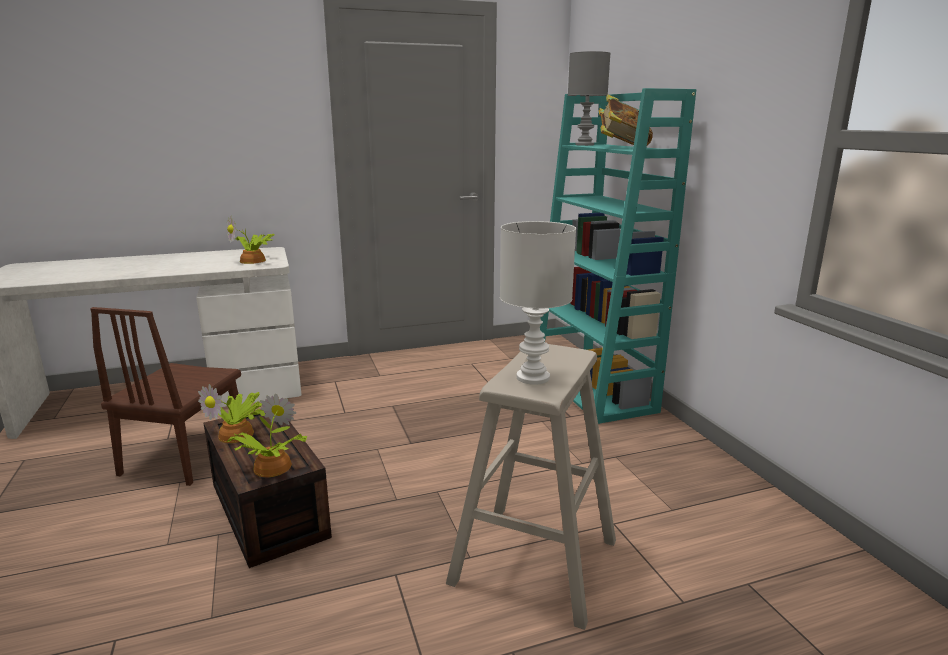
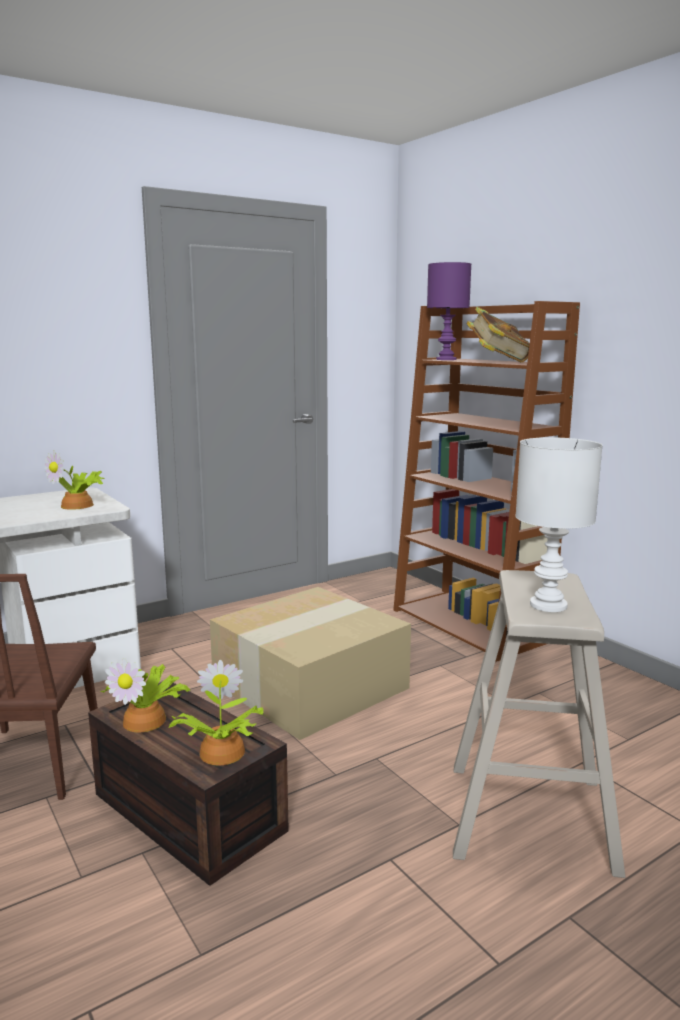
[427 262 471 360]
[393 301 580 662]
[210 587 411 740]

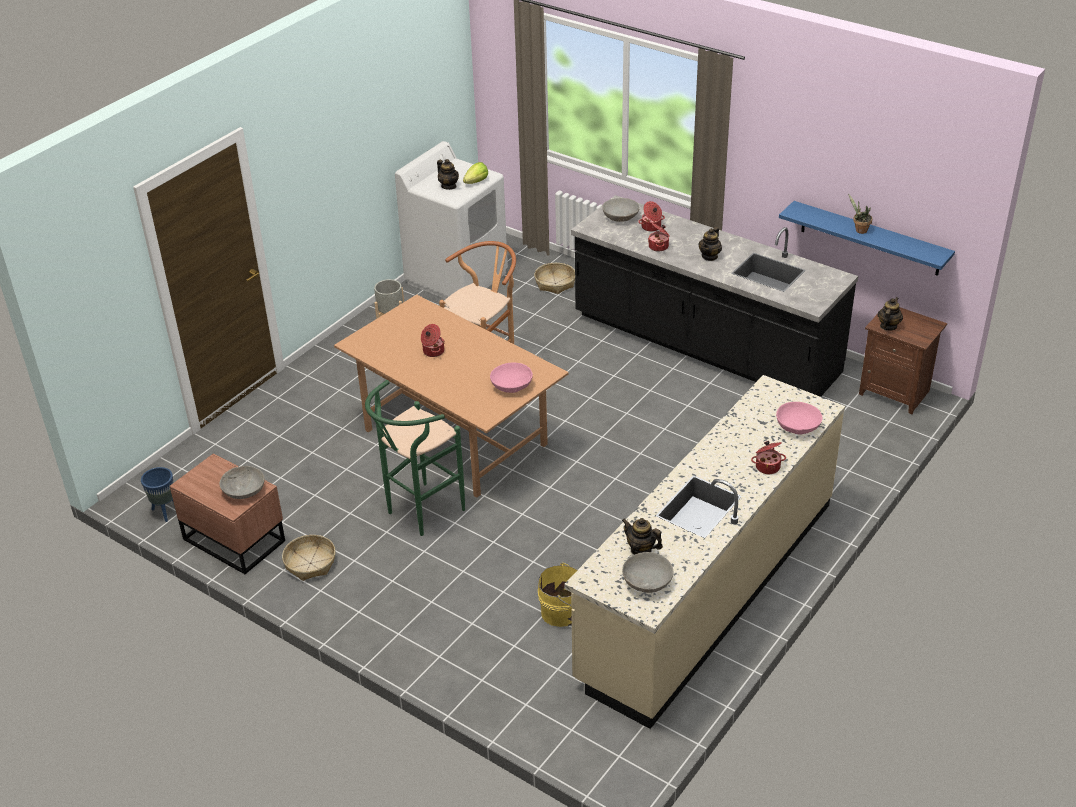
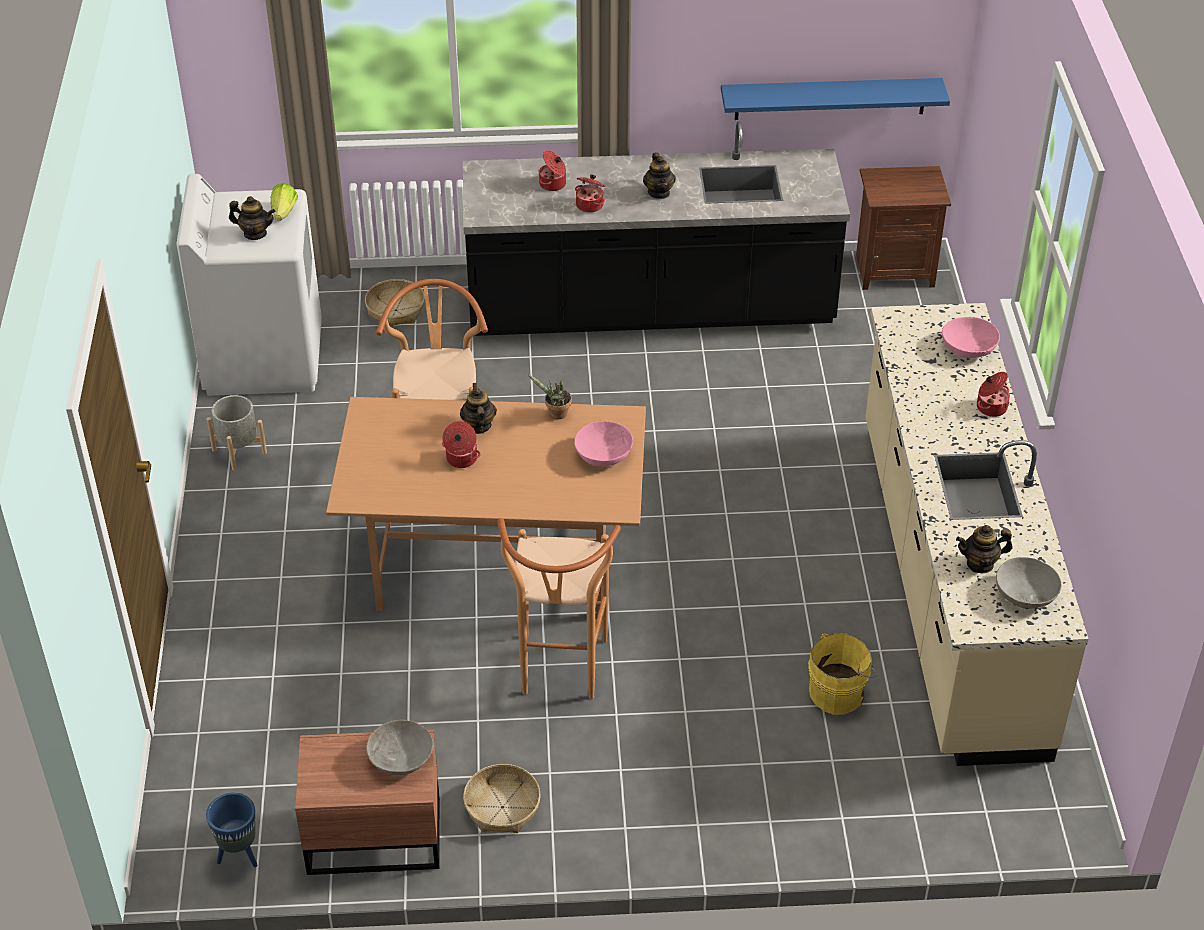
[528 374 572 419]
[602 198 640 222] (first image)
[460 383 497 434]
[497 518 621 699]

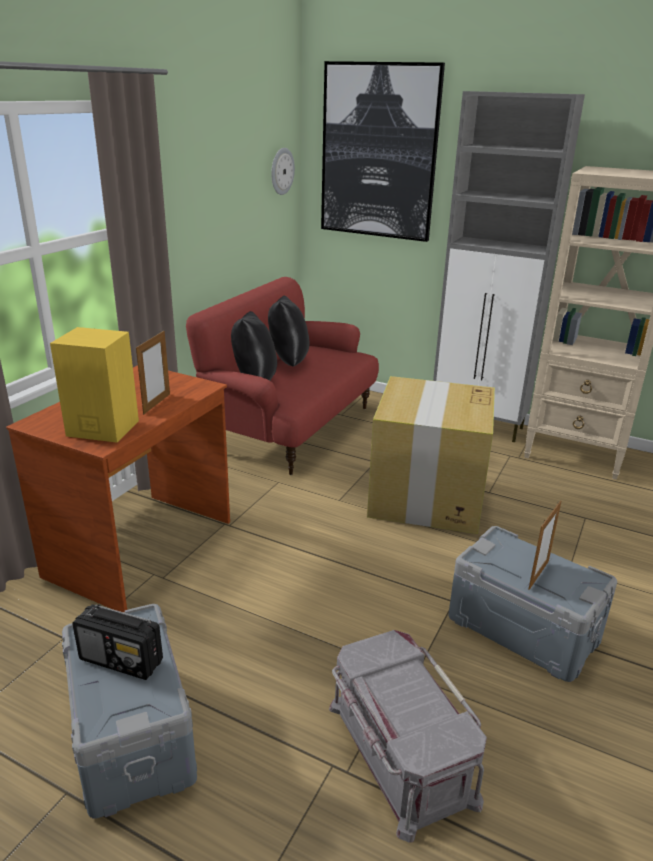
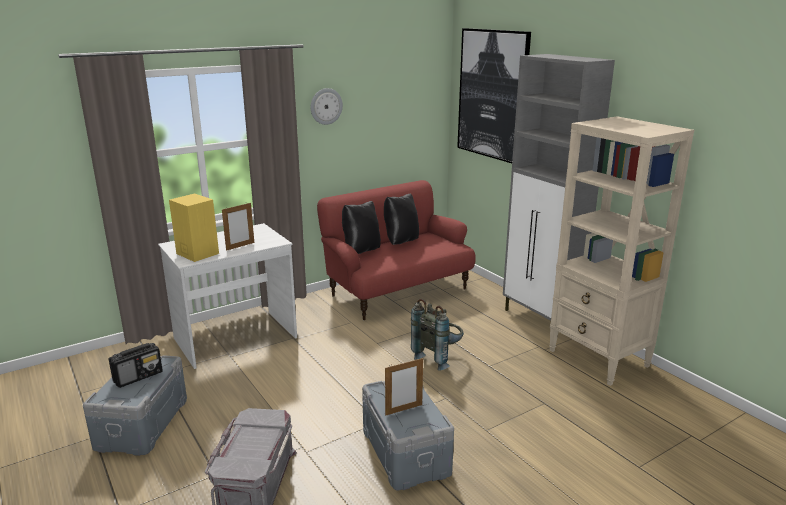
[311 88 343 125]
[158 223 297 369]
[411 299 464 371]
[109 343 163 388]

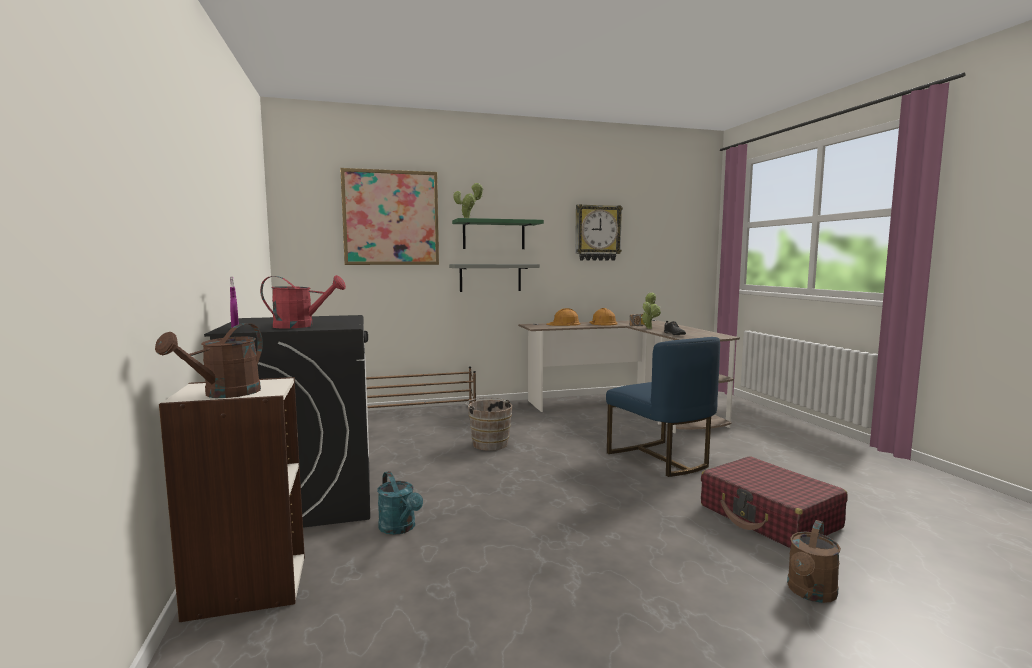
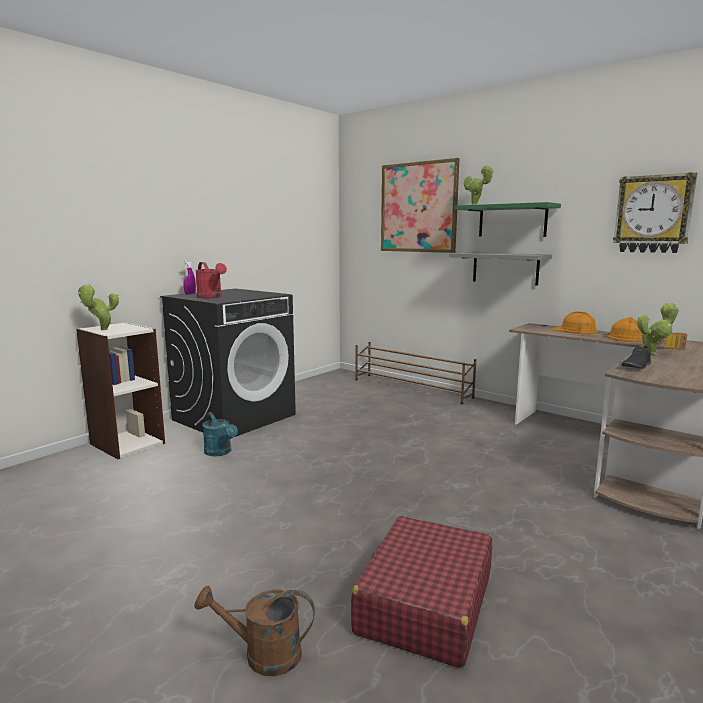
[78 284 119 330]
[606 337 720 477] (first image)
[465 398 512 451] (first image)
[202 412 238 456]

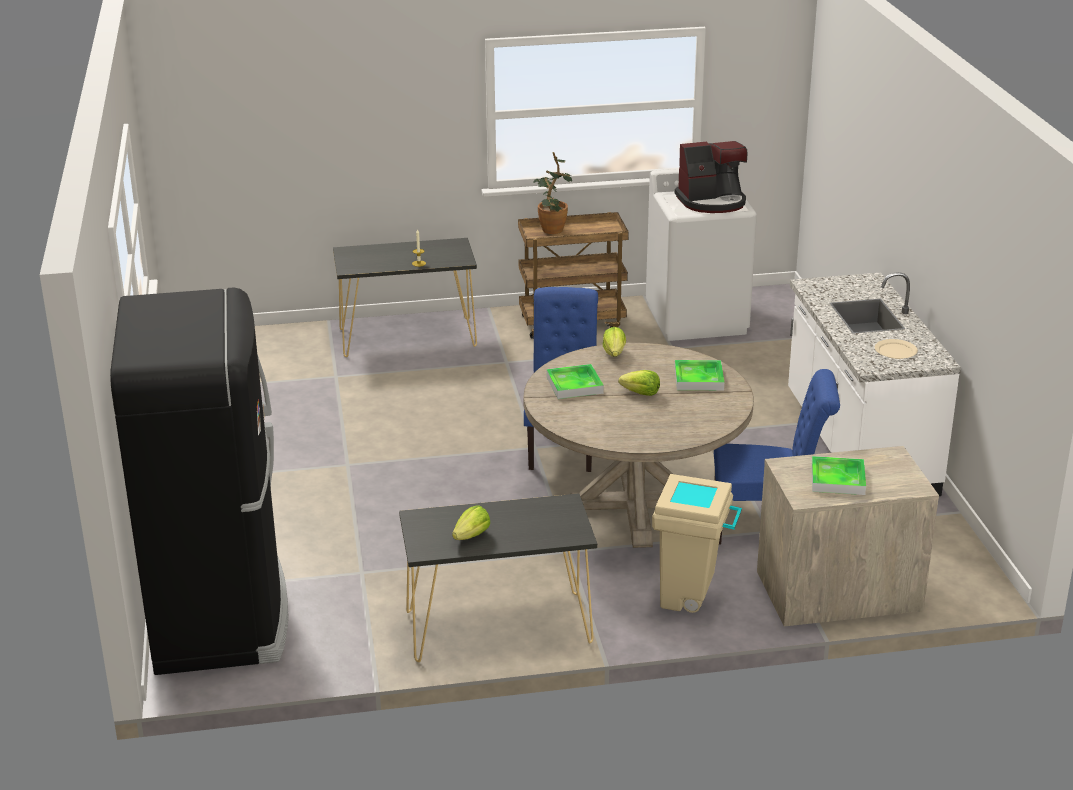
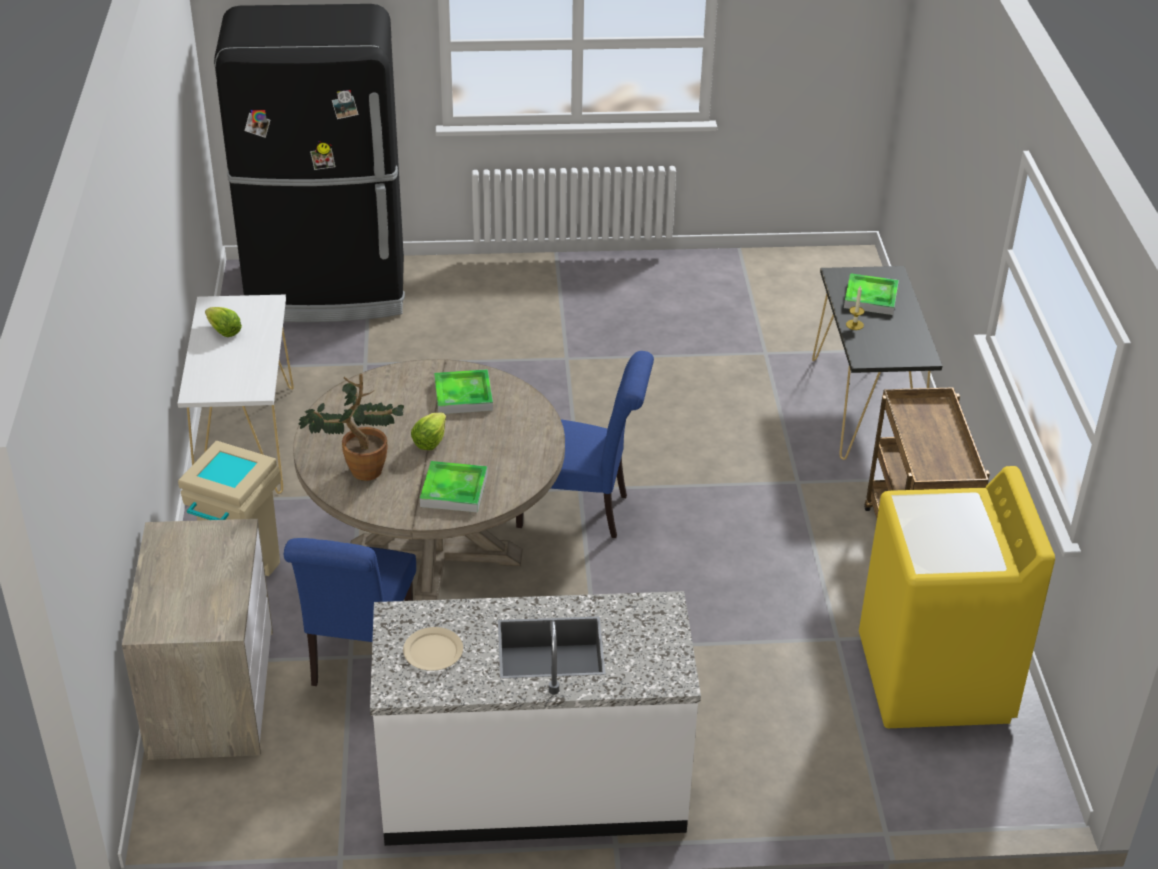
[675 141 747 213] (first image)
[298 374 404 481]
[859 466 1055 728]
[603 327 626 357] (first image)
[844 273 899 315]
[178 295 294 494]

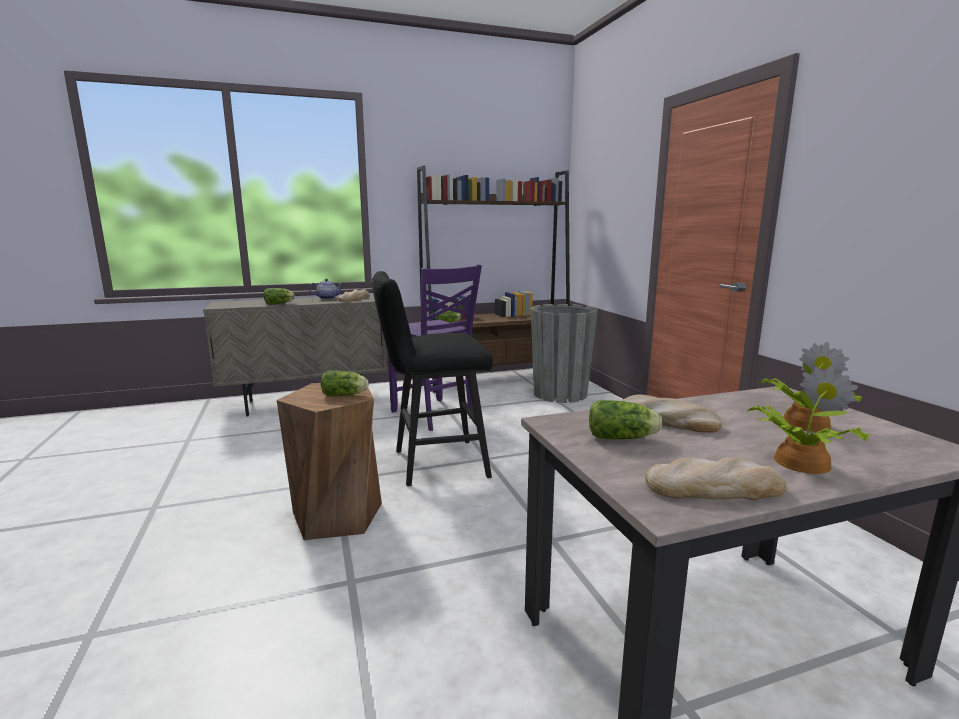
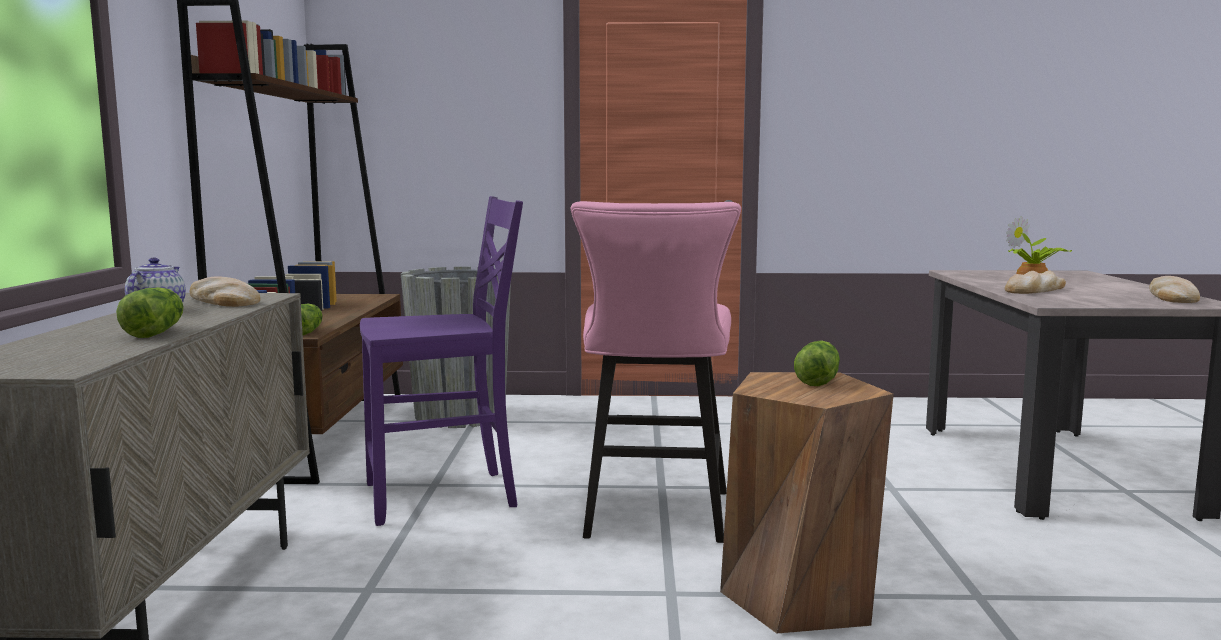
[571 201 741 543]
[746 366 870 474] (first image)
[589 400 662 440] (first image)

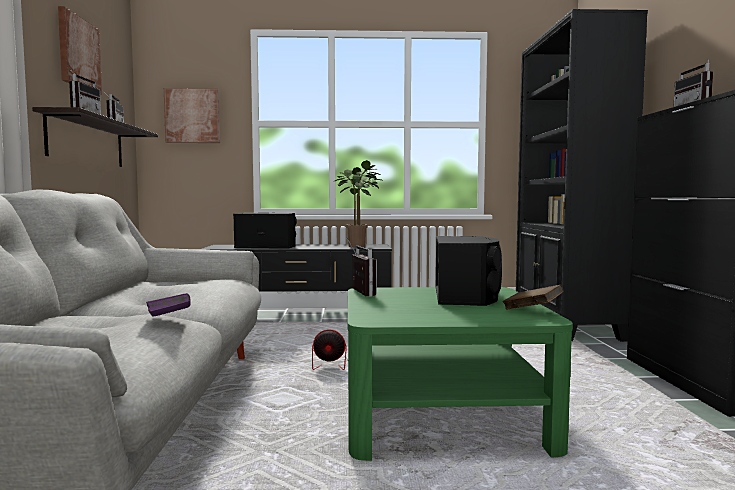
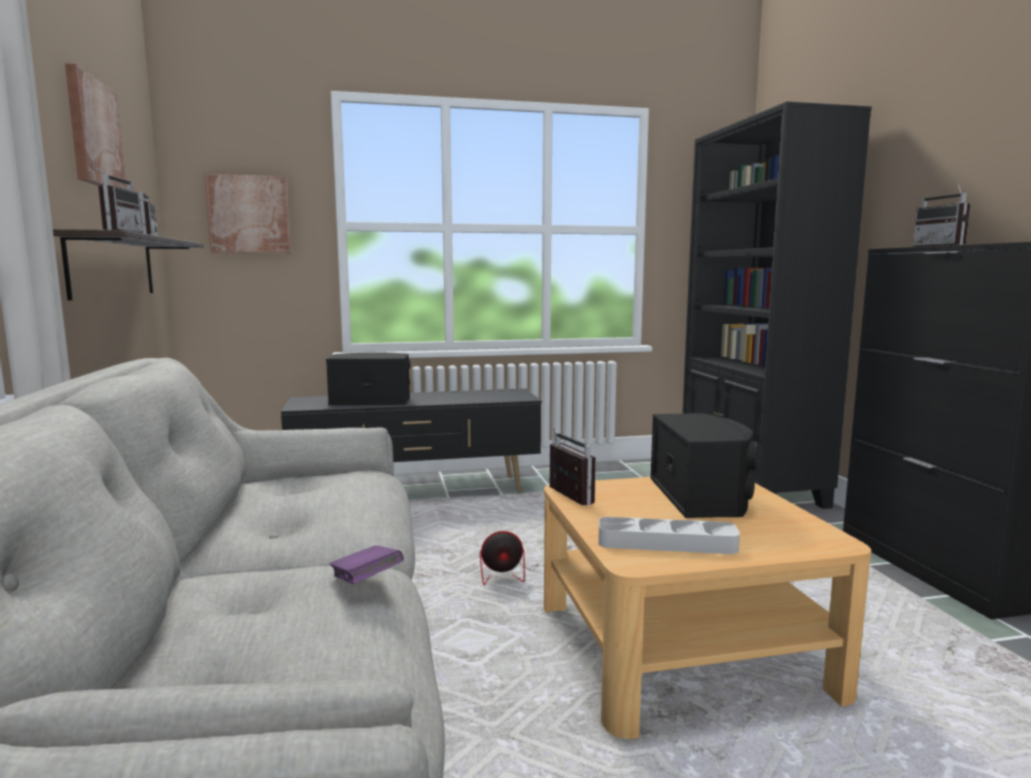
[333 160 381 247] (first image)
[502 285 563 310] (first image)
[544 477 871 739]
[599 517 740 554]

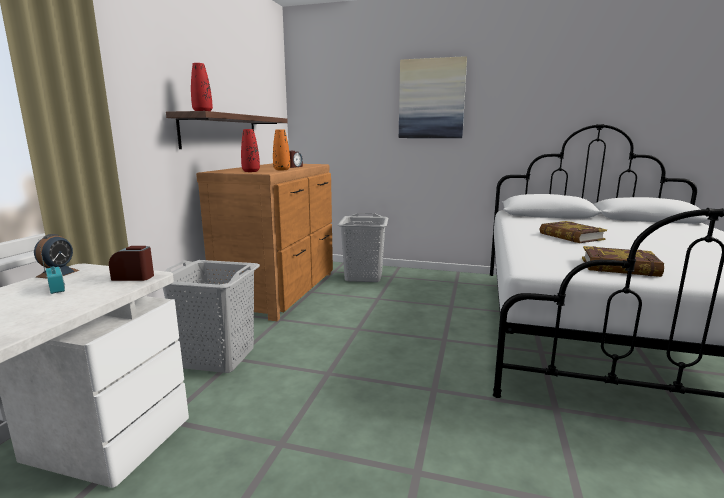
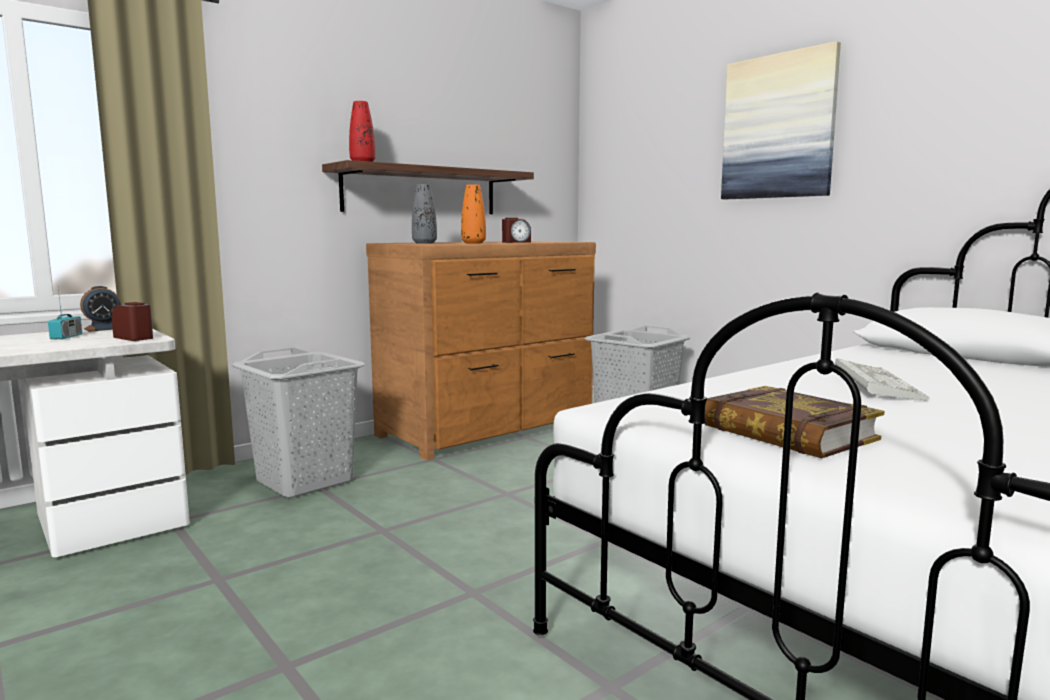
[412 184 437 244]
[835 358 929 400]

